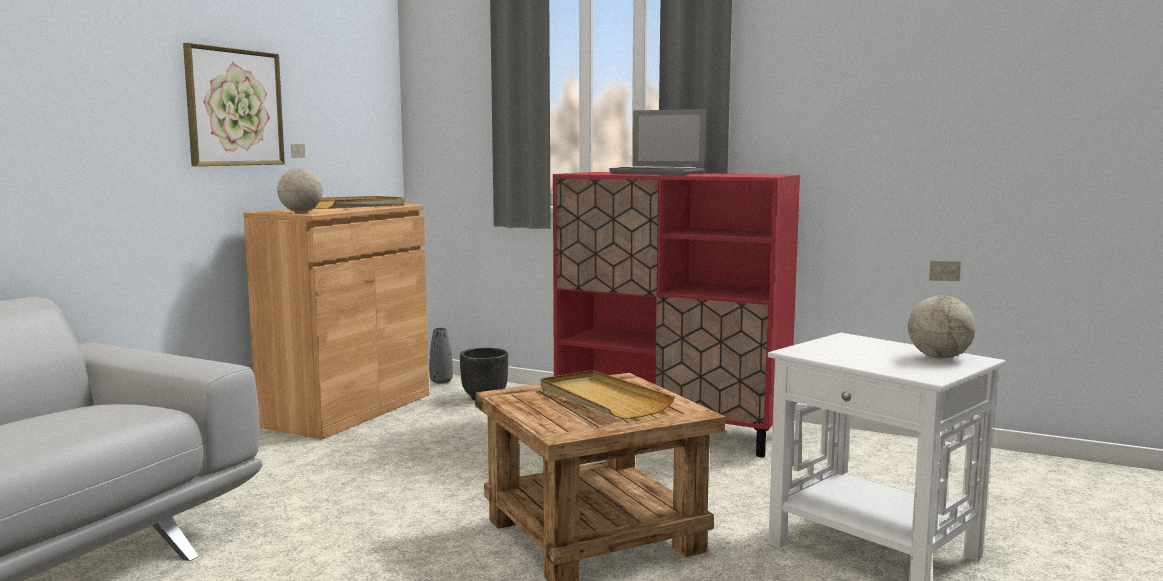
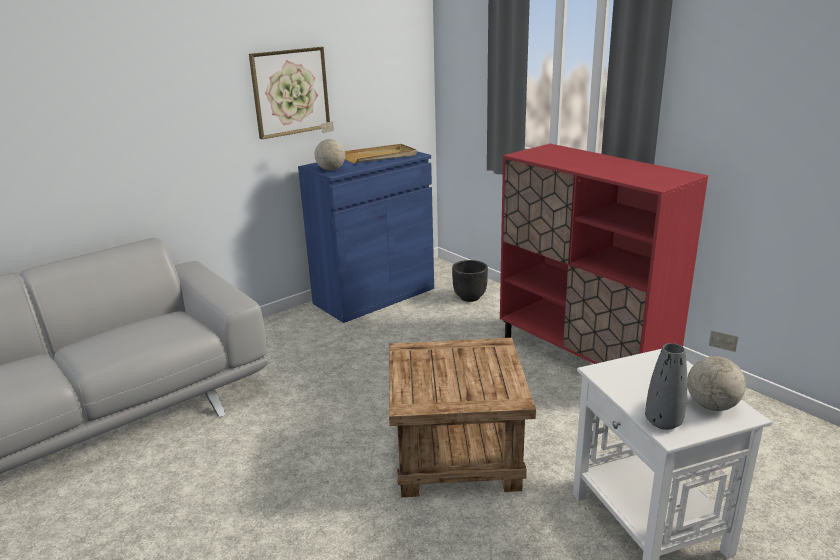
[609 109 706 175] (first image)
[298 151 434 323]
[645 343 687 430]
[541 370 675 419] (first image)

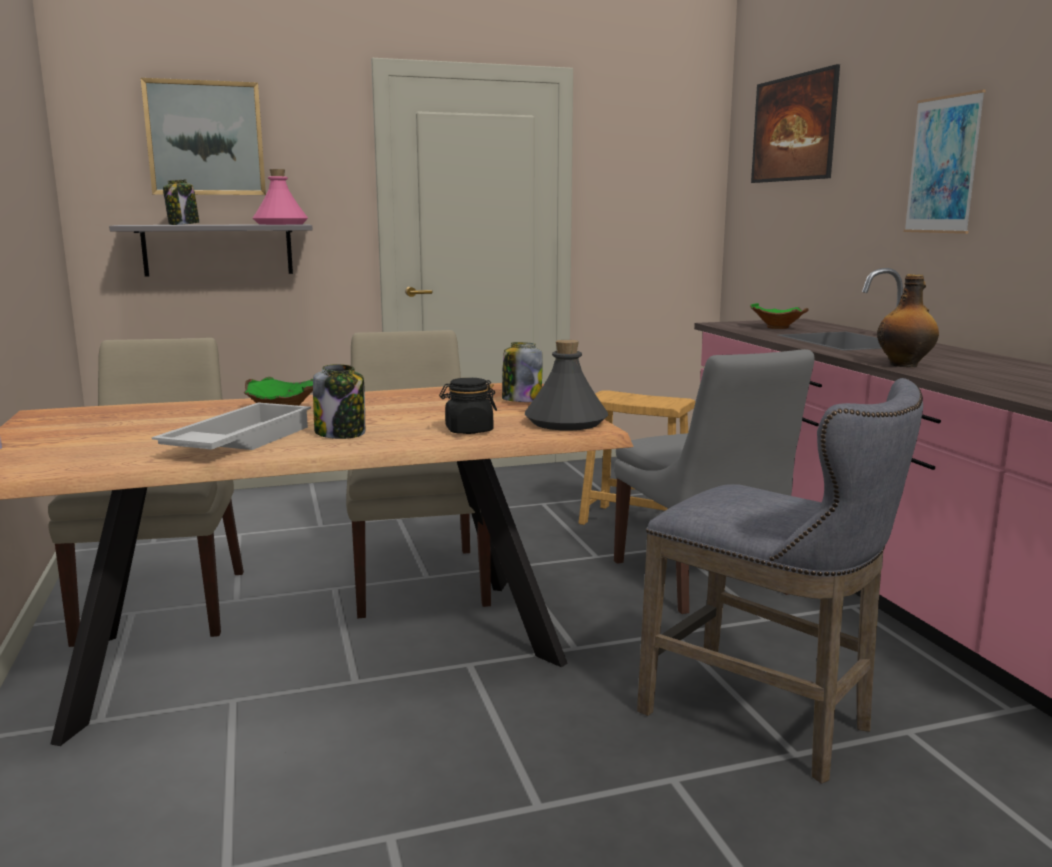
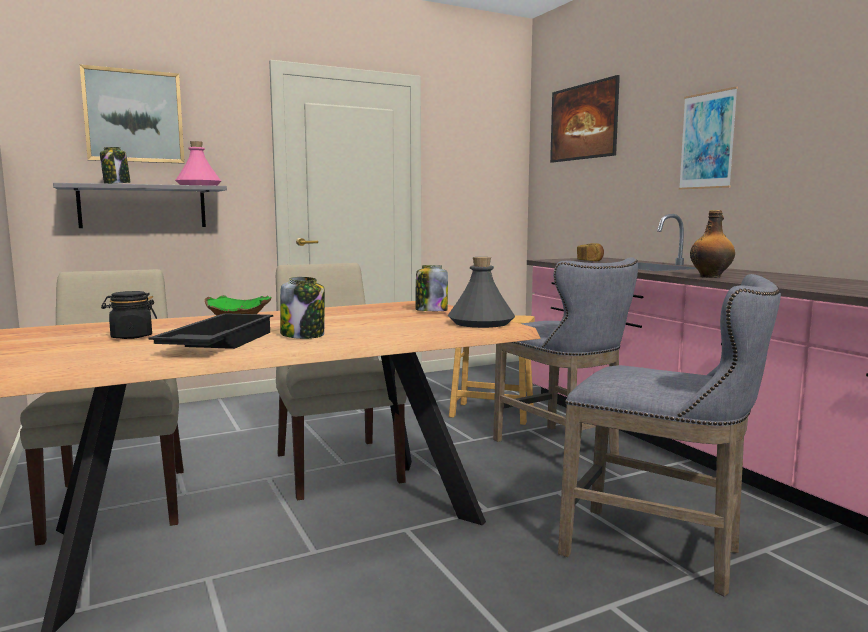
[577 243 604 261]
[493 257 638 456]
[101 291 157 339]
[148 313 273 349]

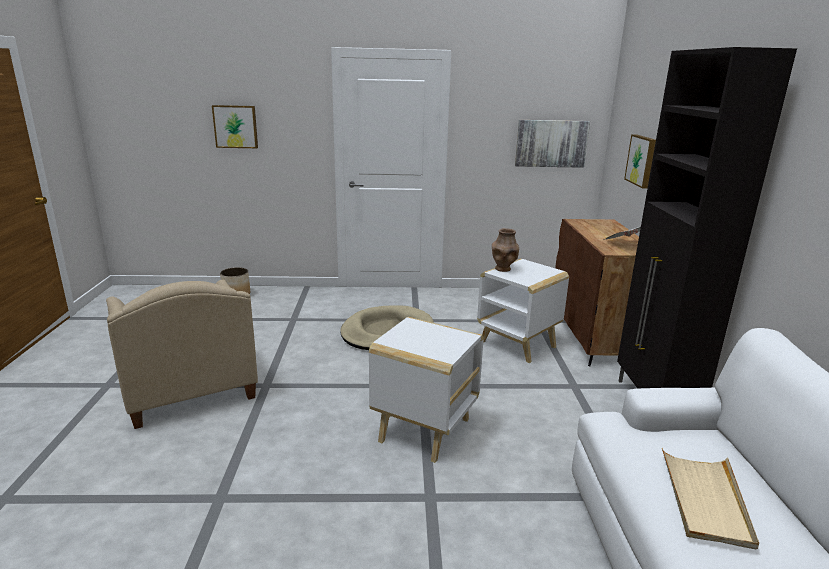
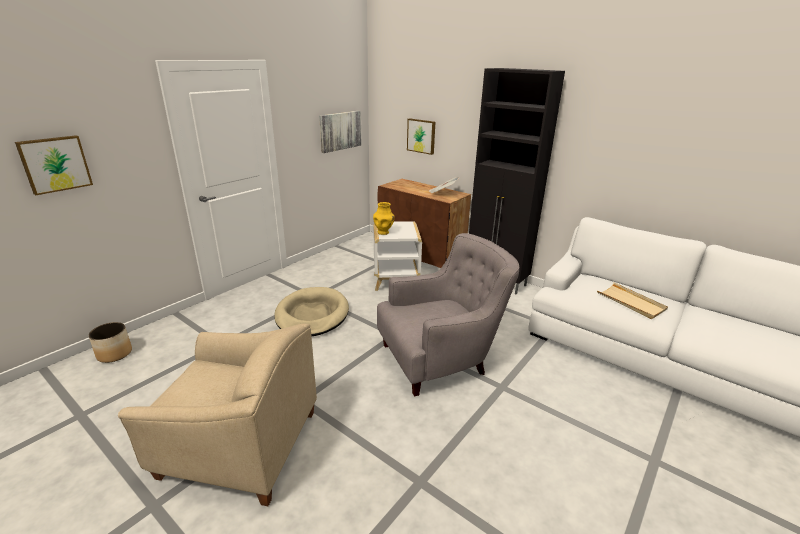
[373 202 394 235]
[377 233 519 397]

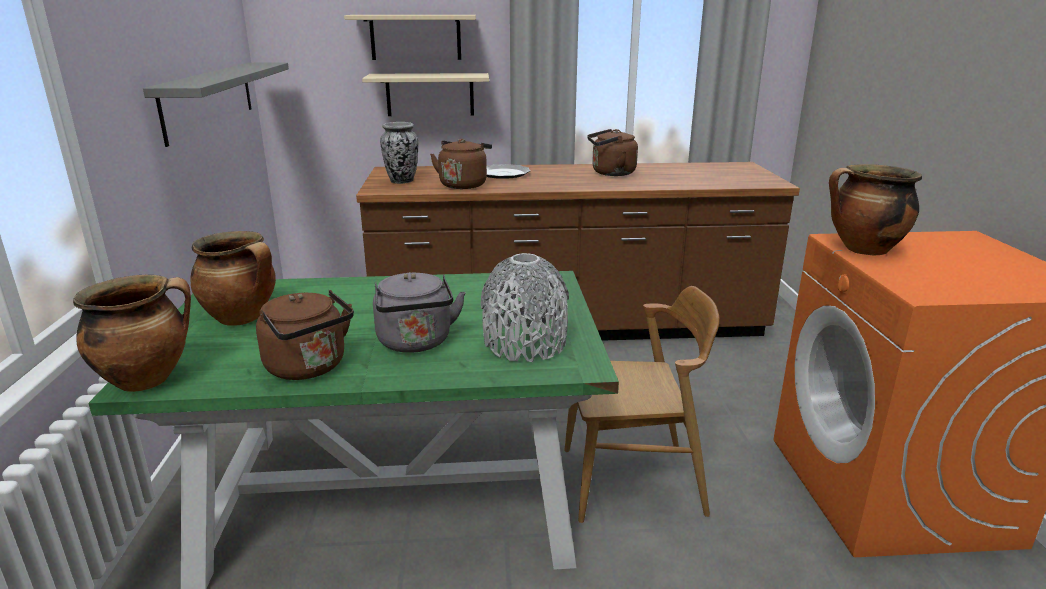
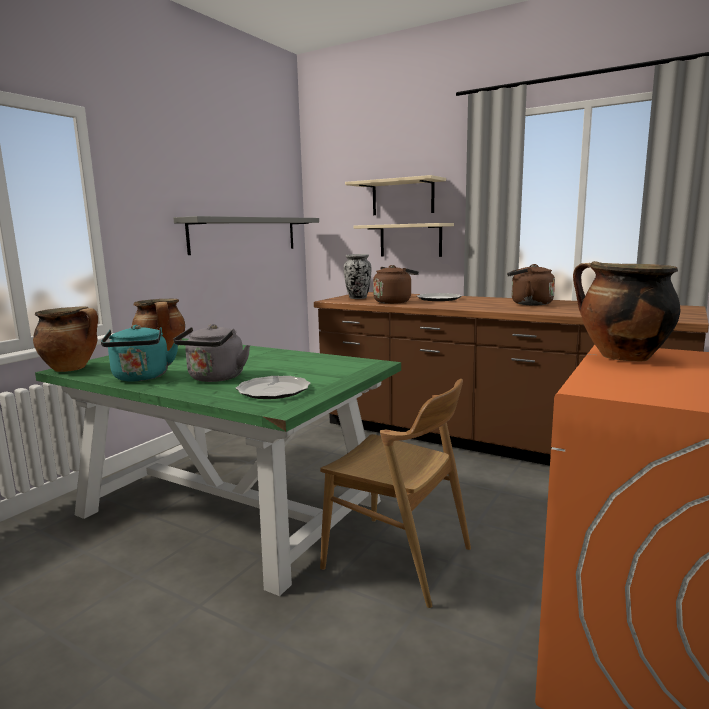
[236 376 311 399]
[101 325 178 382]

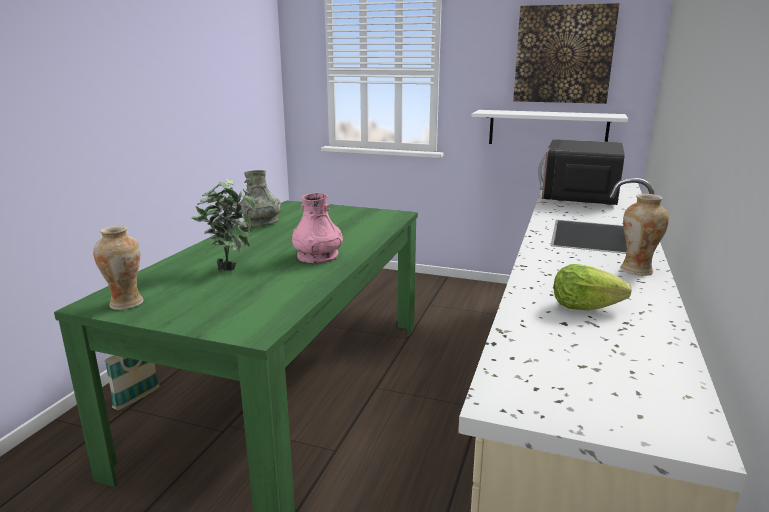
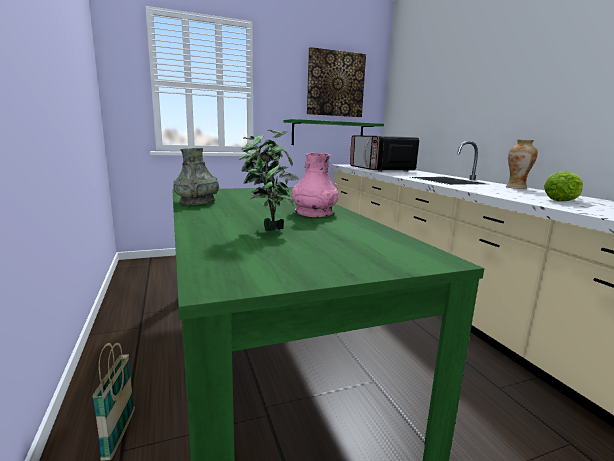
[284 119 384 145]
[93 226 143 310] (first image)

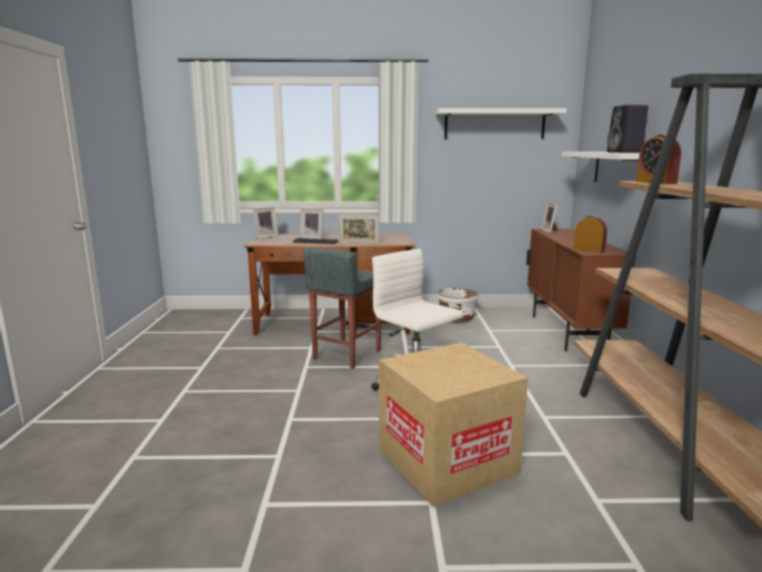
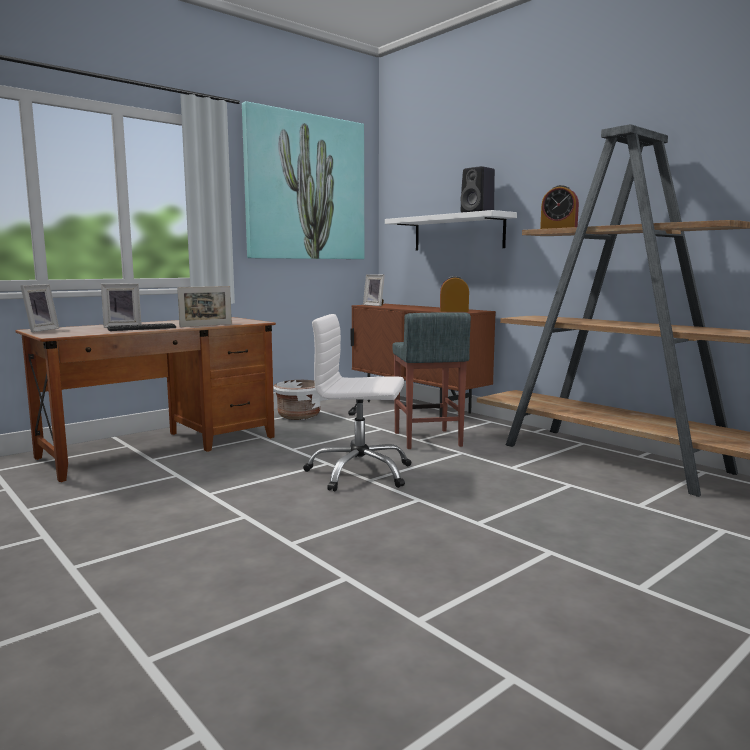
[242 101 364 259]
[392 312 471 449]
[379 342 528 507] (first image)

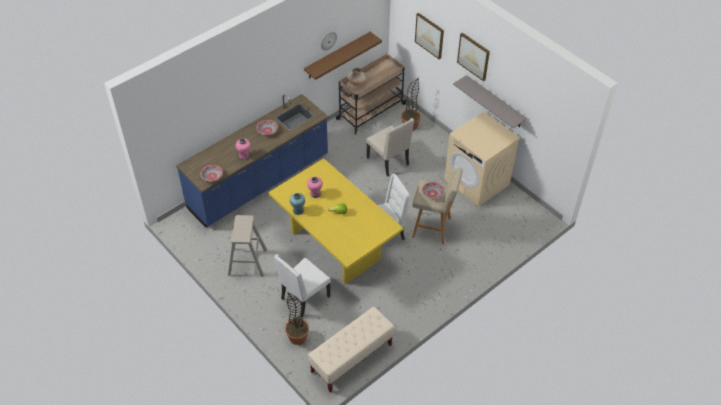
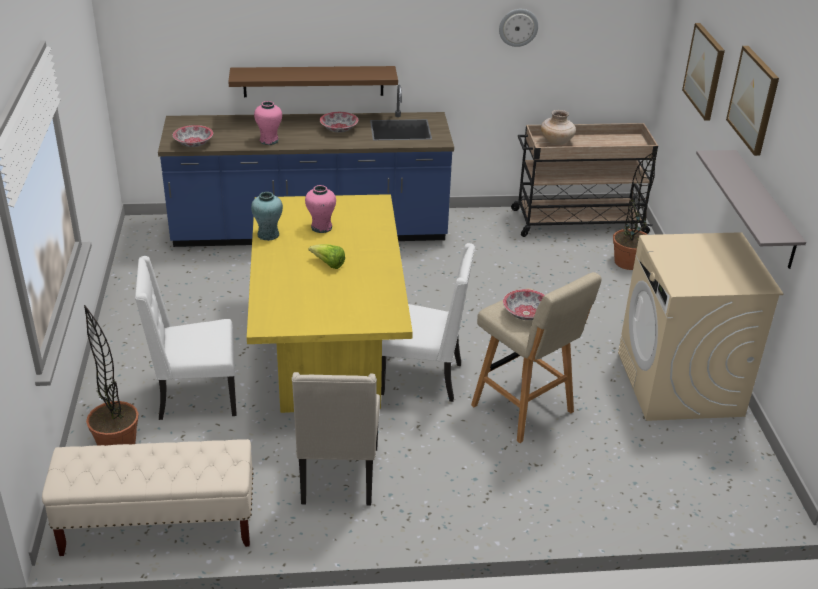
[228 66 398 97]
[292 372 380 506]
[228 215 267 277] (first image)

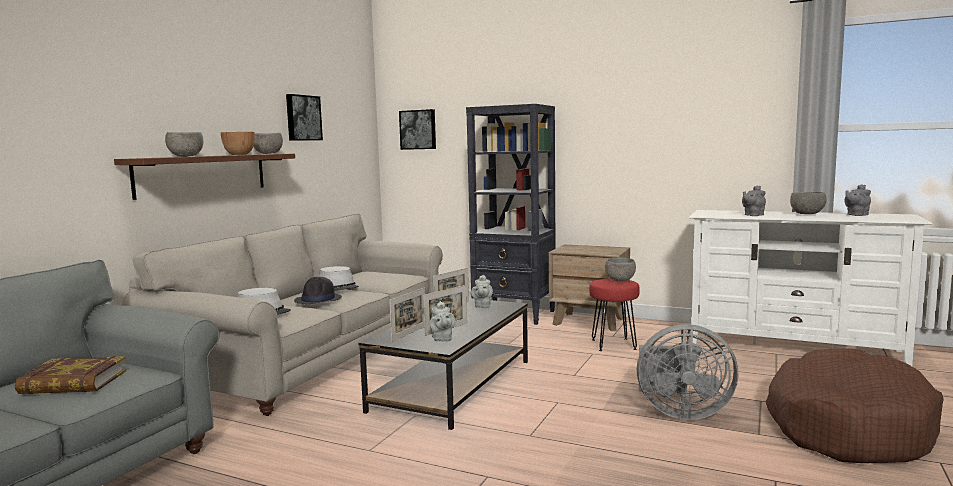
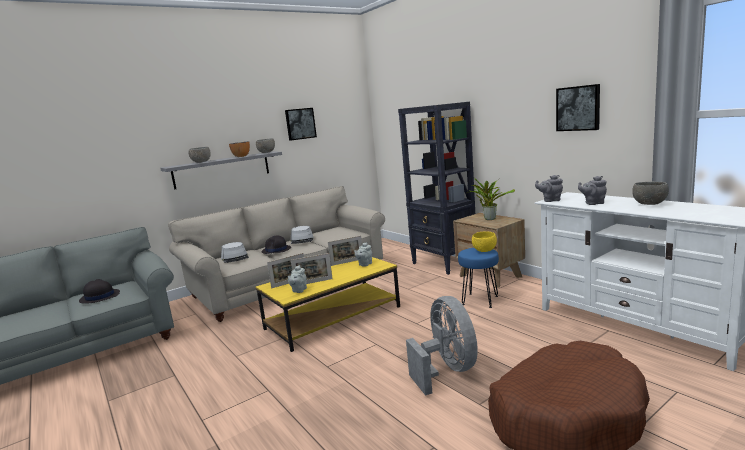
[556 84 600 131]
[160 152 282 189]
[535 175 563 202]
[472 232 497 252]
[458 248 499 308]
[256 257 400 352]
[406 296 478 396]
[79 279 120 304]
[467 178 515 220]

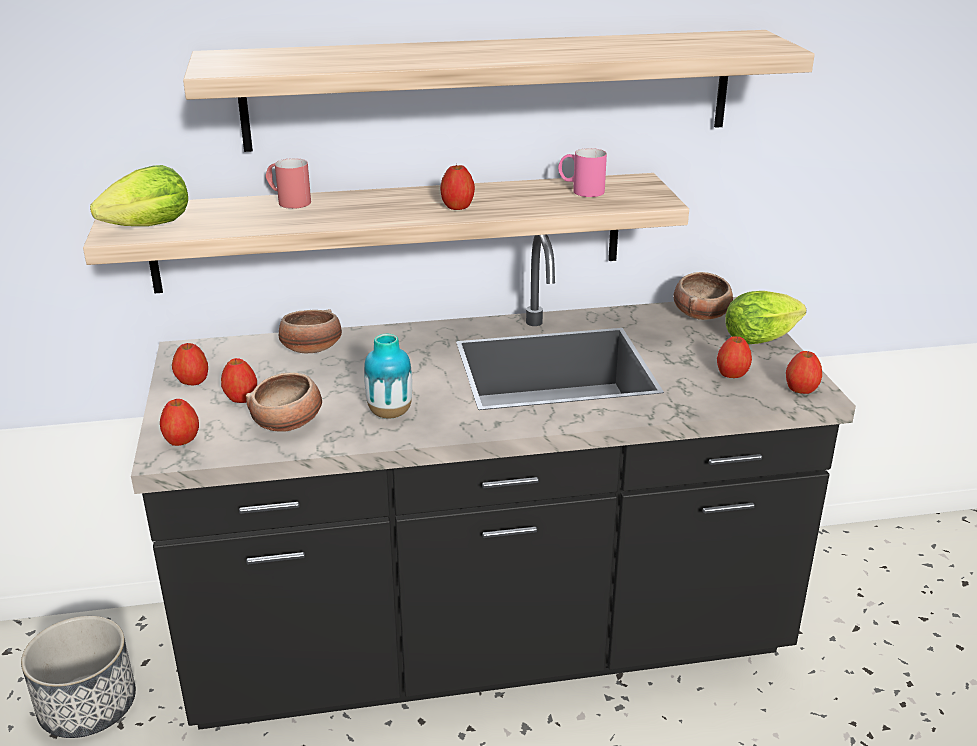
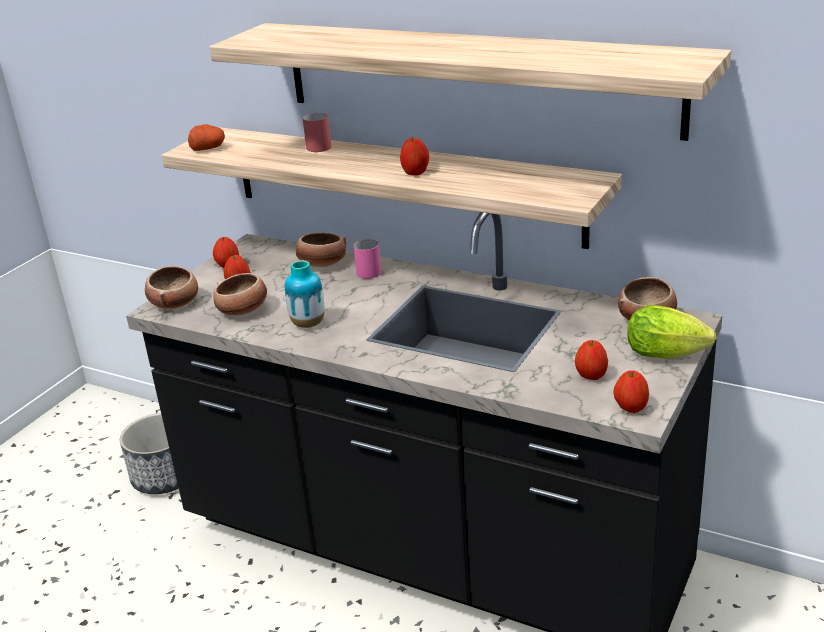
[354 239 381 279]
[188 124 225 151]
[145 266 198 309]

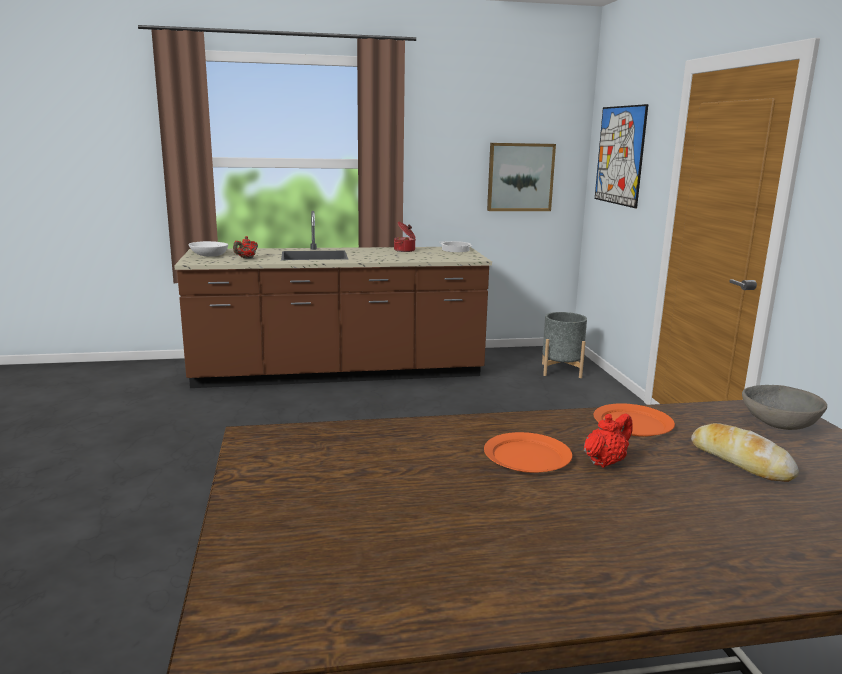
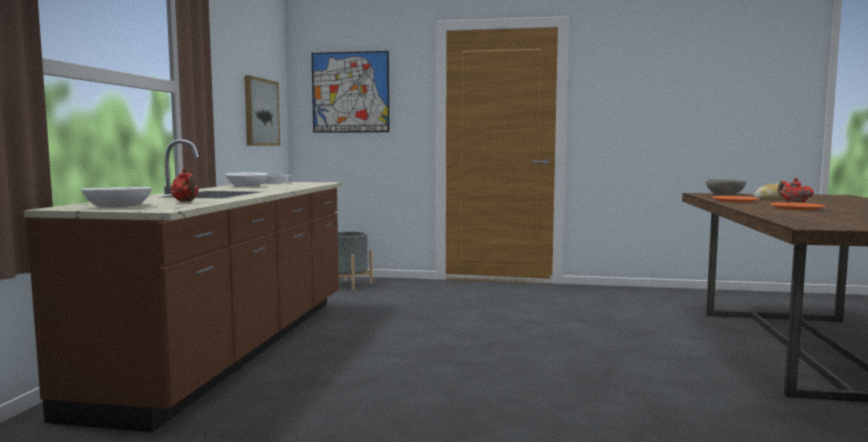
[225 172 268 187]

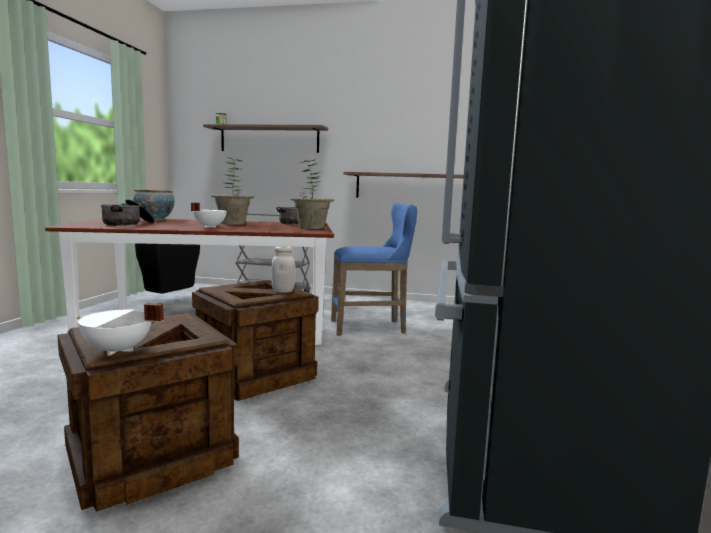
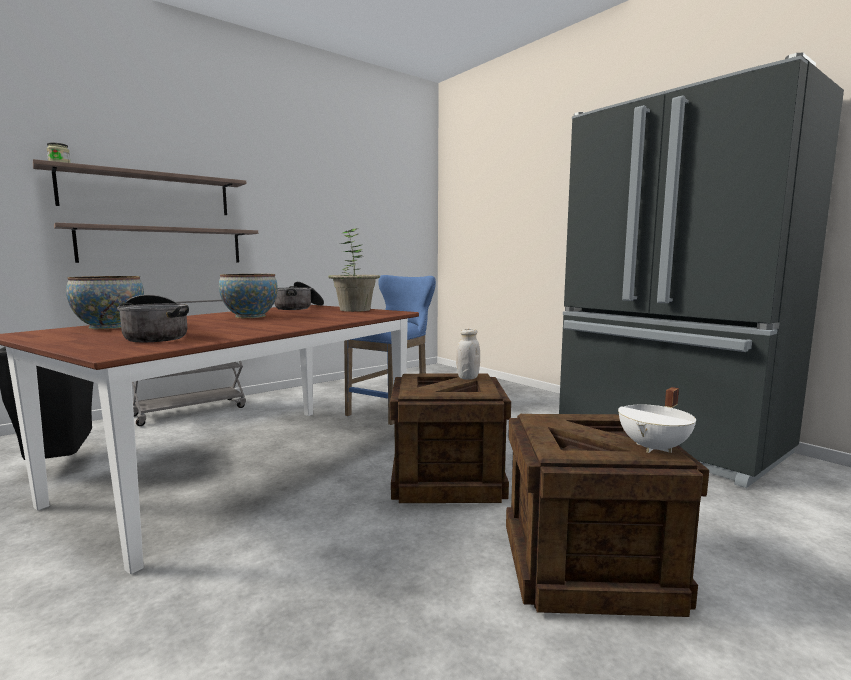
[219 274 278 318]
[54 223 258 263]
[191 203 227 228] (first image)

